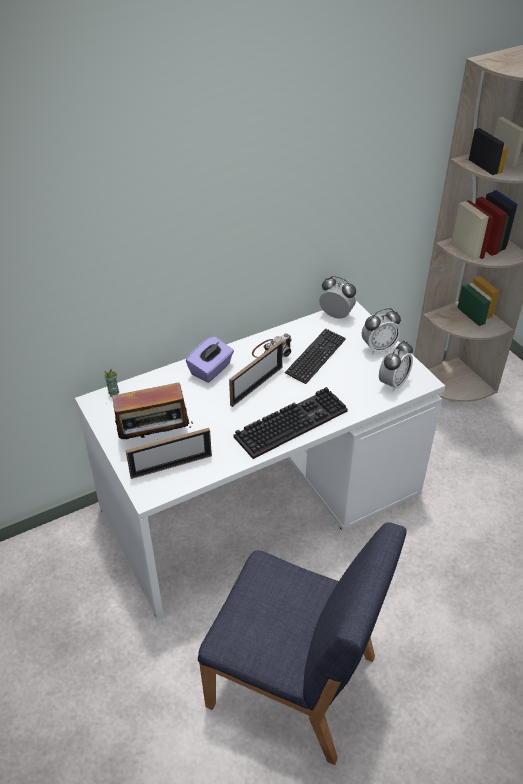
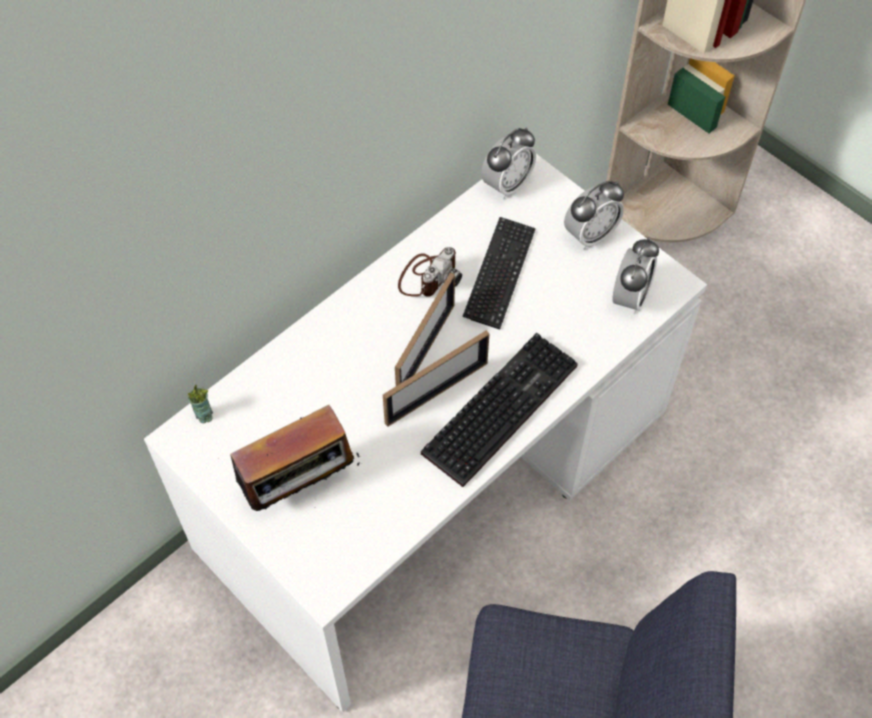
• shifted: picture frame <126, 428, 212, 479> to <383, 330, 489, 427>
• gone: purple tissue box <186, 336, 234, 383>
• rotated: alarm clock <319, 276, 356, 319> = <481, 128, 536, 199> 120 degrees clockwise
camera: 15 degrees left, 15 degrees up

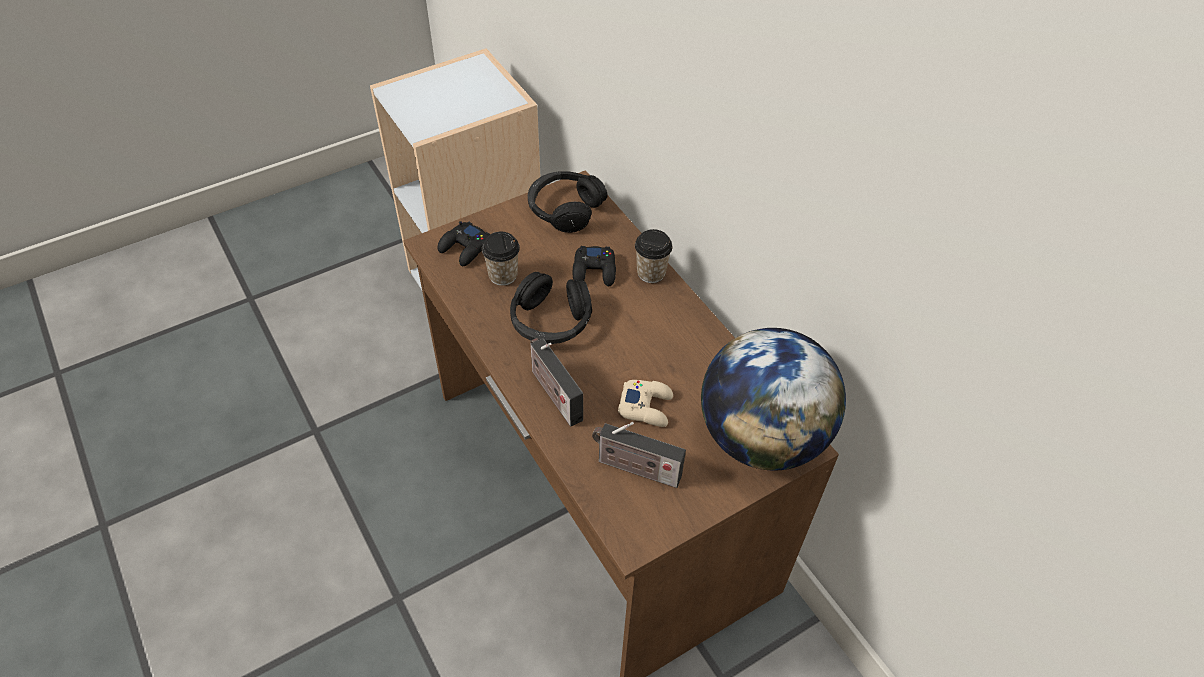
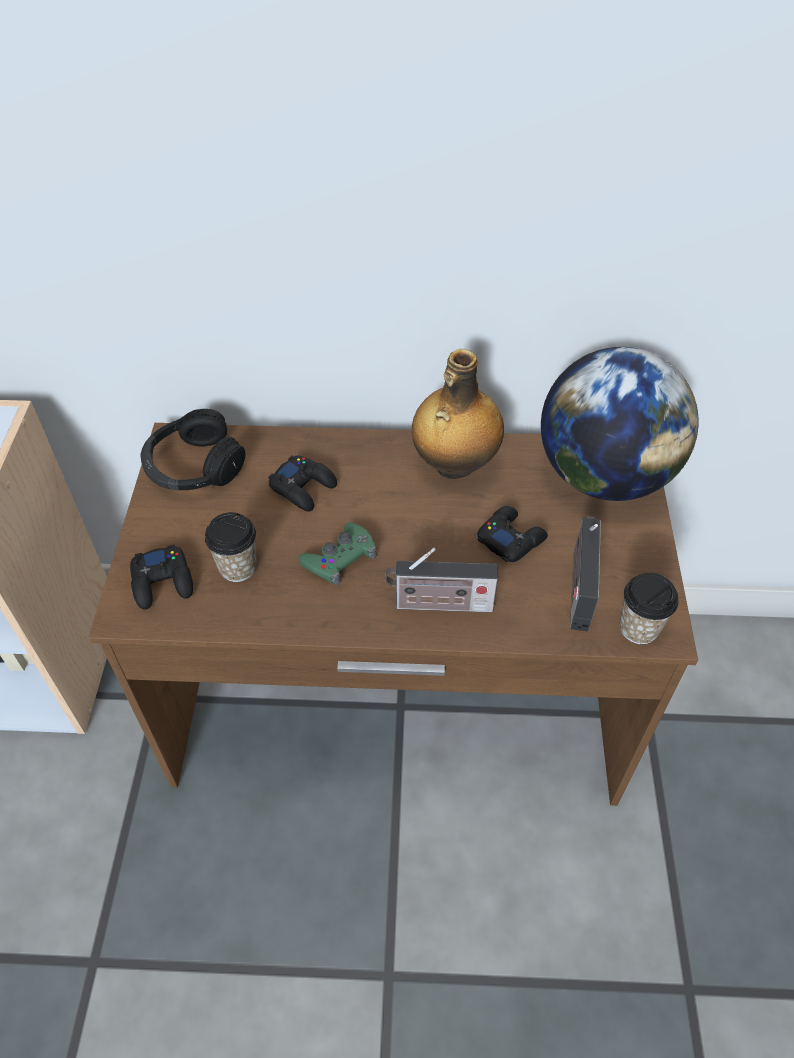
• swapped: black headphones <510, 272, 592, 344> to green game controller <299, 522, 376, 585>
• rotated: radio <592, 422, 686, 488> = <570, 516, 601, 632> 135 degrees clockwise
• repainted: beige game controller <618, 380, 673, 427> to black game controller <477, 506, 548, 562>
• shifted: cup <635, 229, 672, 283> to <619, 573, 678, 644>
• new: bottle <412, 349, 504, 479>
camera: 55 degrees left, 0 degrees up

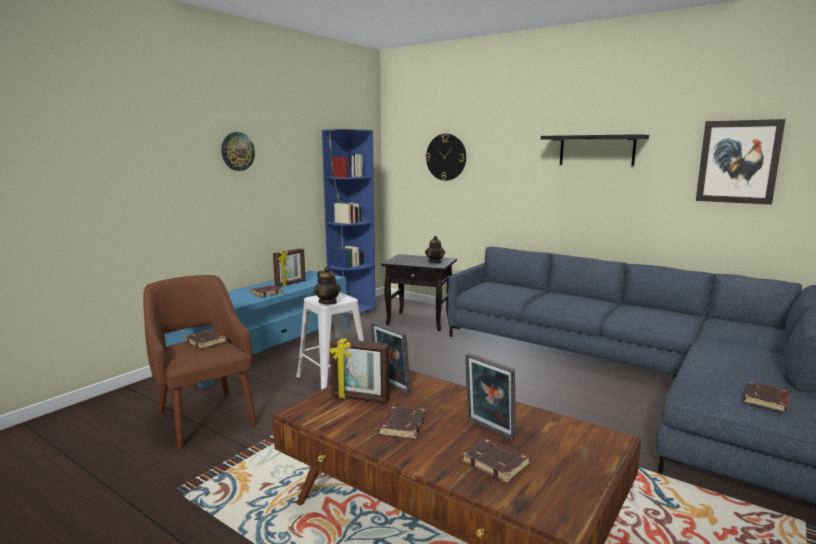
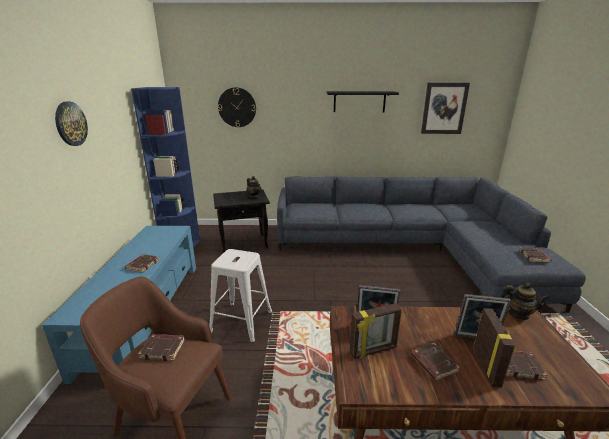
• shifted: picture frame <273, 248, 306, 287> to <474, 308, 516, 388>
• shifted: teapot <314, 267, 341, 304> to <499, 283, 549, 320>
camera: 35 degrees left, 10 degrees up

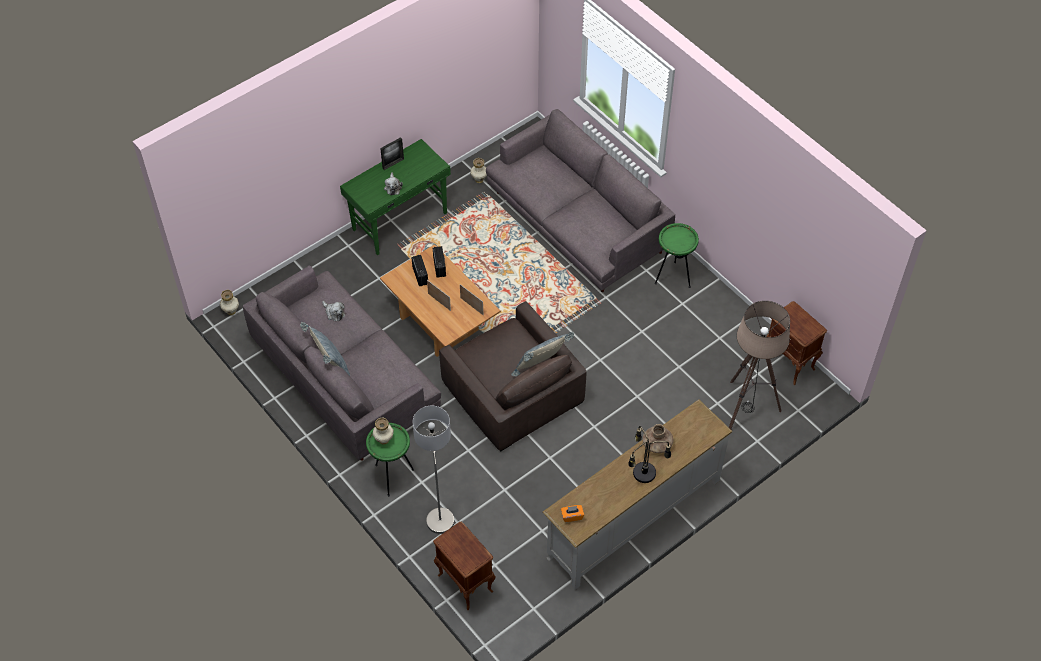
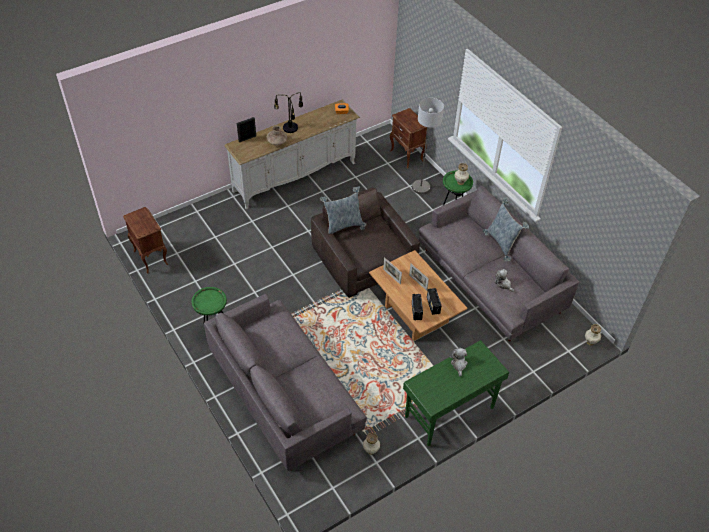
• shifted: picture frame <380, 137, 404, 170> to <237, 117, 256, 142>
• gone: floor lamp <729, 301, 790, 429>
camera: 175 degrees left, 5 degrees down

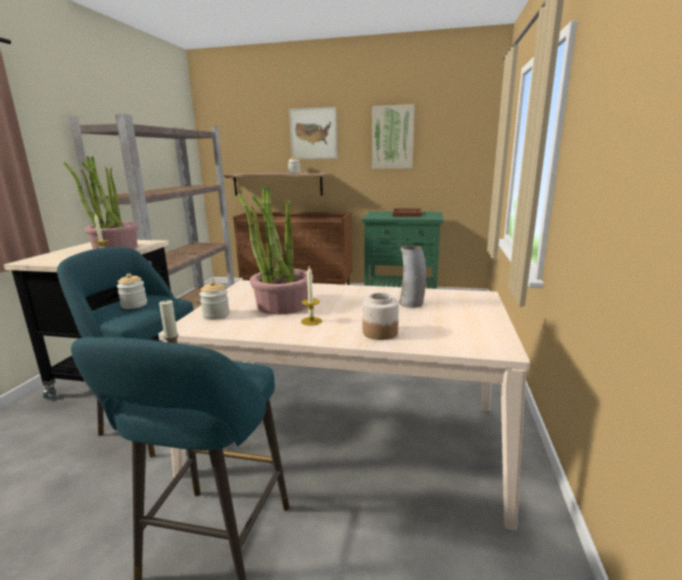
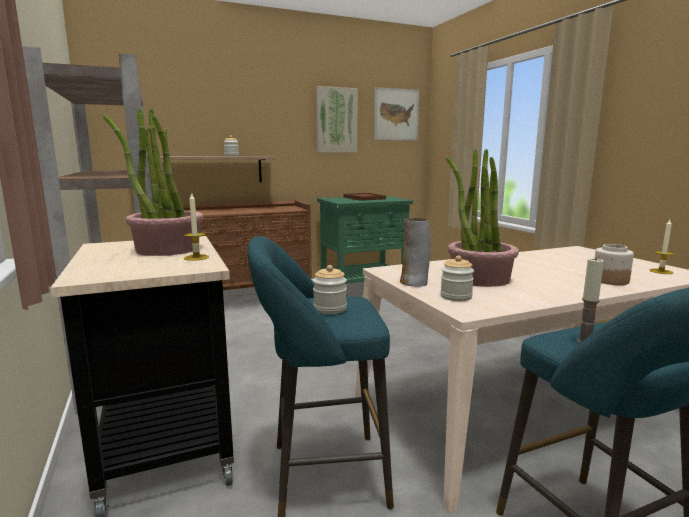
• shifted: picture <289, 107, 337, 159> to <374, 87, 419, 141>
• shifted: candle <301, 267, 322, 326> to <650, 220, 675, 274>
• shifted: vase <399, 245, 426, 308> to <400, 218, 430, 287>
camera: 35 degrees left, 5 degrees down

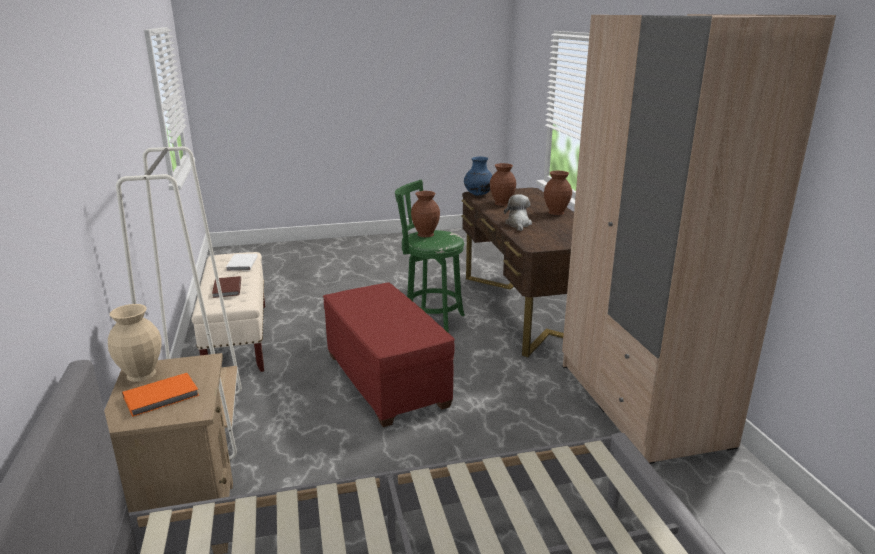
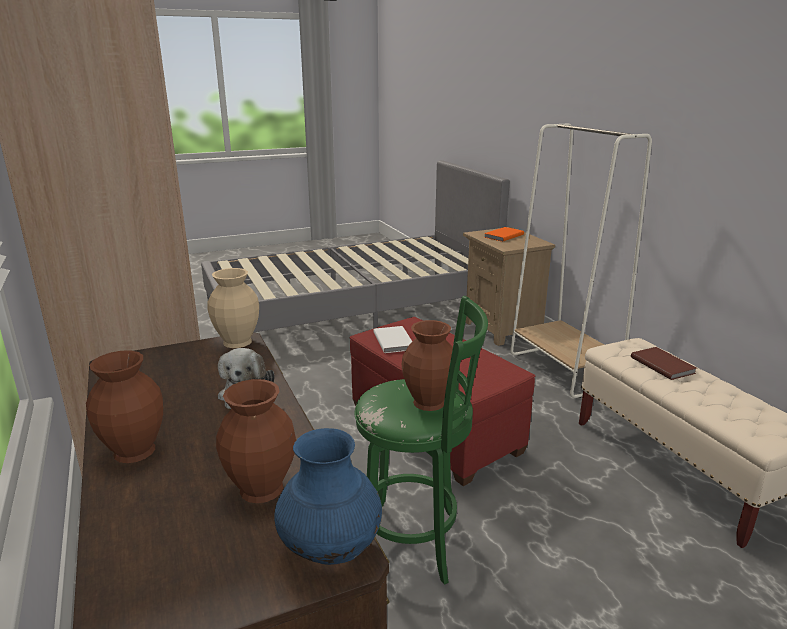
• shifted: beige vase <108, 304, 162, 382> to <208, 268, 259, 348>
• shifted: white book <226, 254, 257, 271> to <373, 326, 412, 353>
camera: 170 degrees right, 0 degrees up

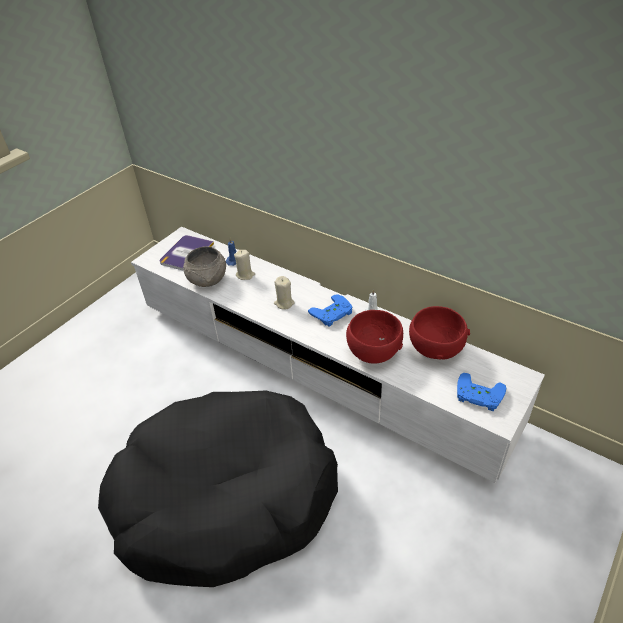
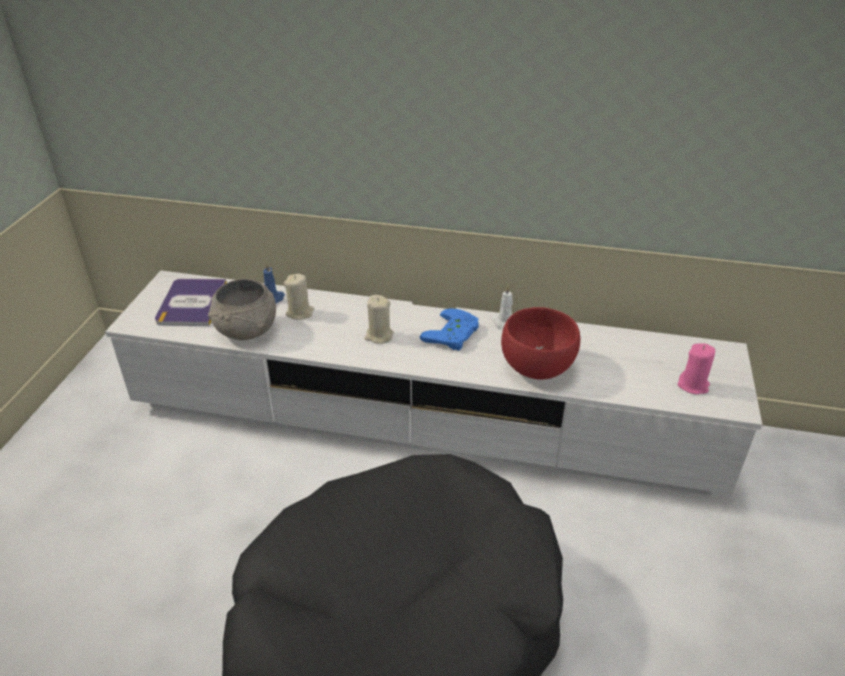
• gone: red bowl <409, 306, 470, 359>
• swapped: blue game controller <457, 373, 506, 411> to pink candle <677, 344, 715, 394>
camera: 25 degrees left, 5 degrees down

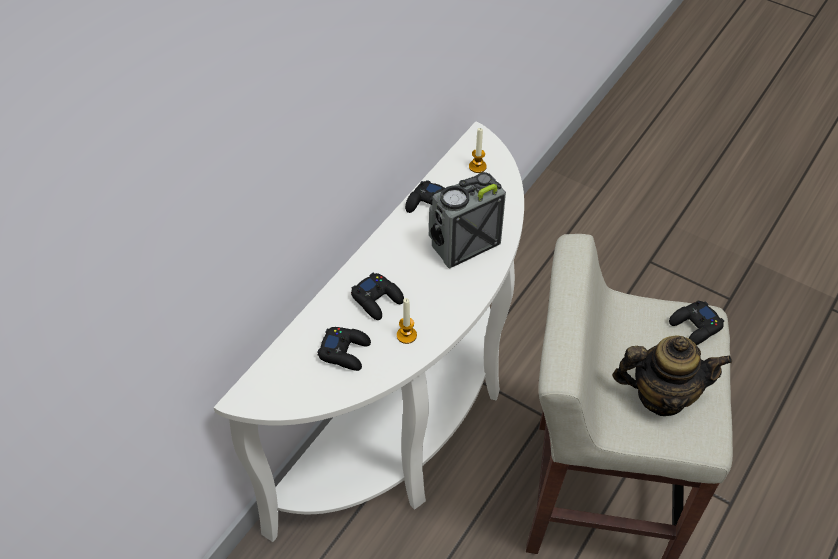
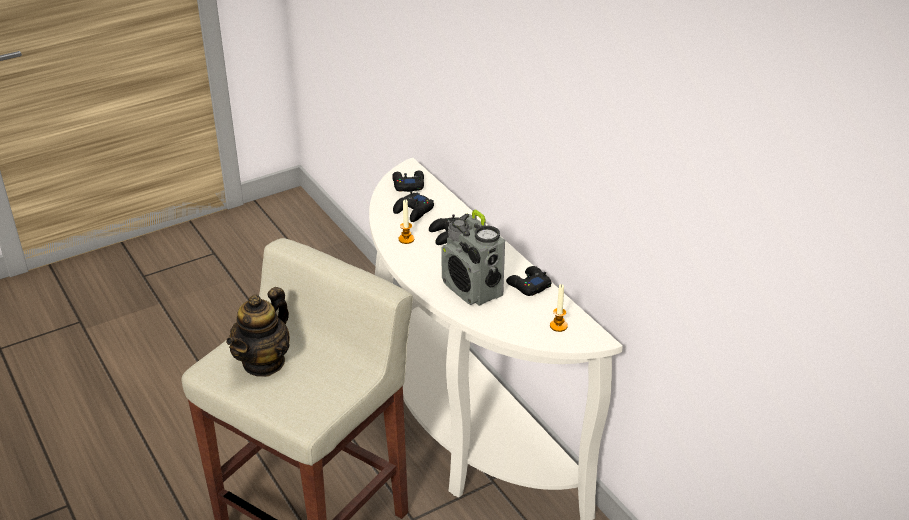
• rotated: radio <429, 172, 506, 268> = <441, 209, 505, 306> 150 degrees clockwise
• shifted: black game controller <669, 300, 724, 345> to <392, 170, 424, 192>
camera: 115 degrees right, 15 degrees down

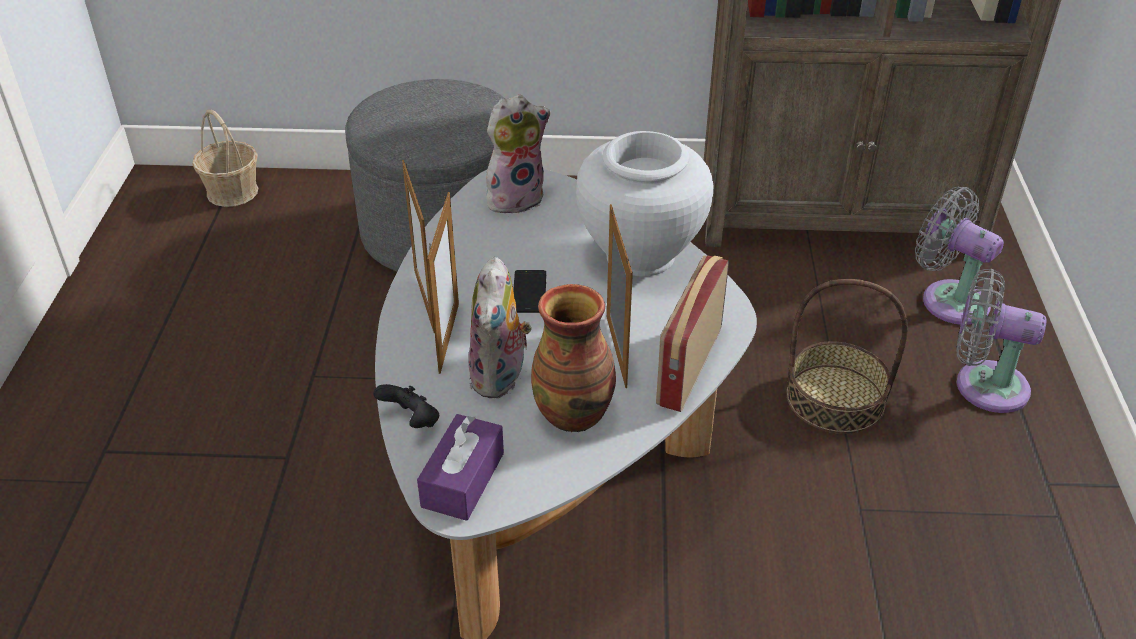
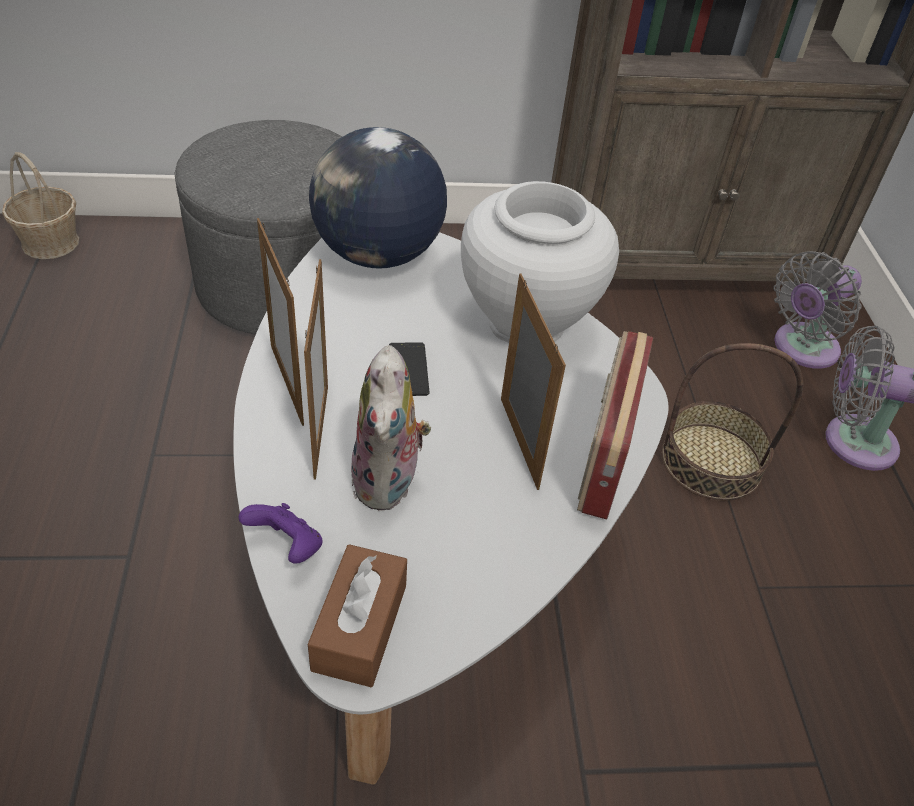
• repainted: black game controller <373, 384, 439, 428> to purple game controller <238, 503, 323, 564>
• repainted: purple tissue box <417, 414, 504, 521> to brown tissue box <308, 544, 407, 687>
• swapped: plush toy <486, 94, 551, 213> to globe <309, 127, 447, 269>
• gone: vase <531, 284, 616, 432>
• rotated: grey fan <915, 187, 1004, 325> = <774, 251, 862, 369> 75 degrees counterclockwise
camera: 10 degrees left, 5 degrees up

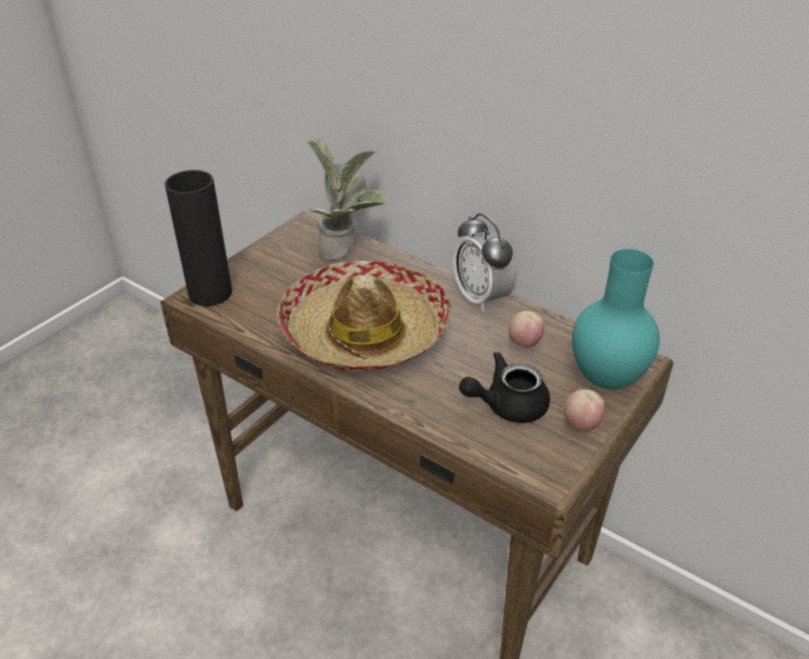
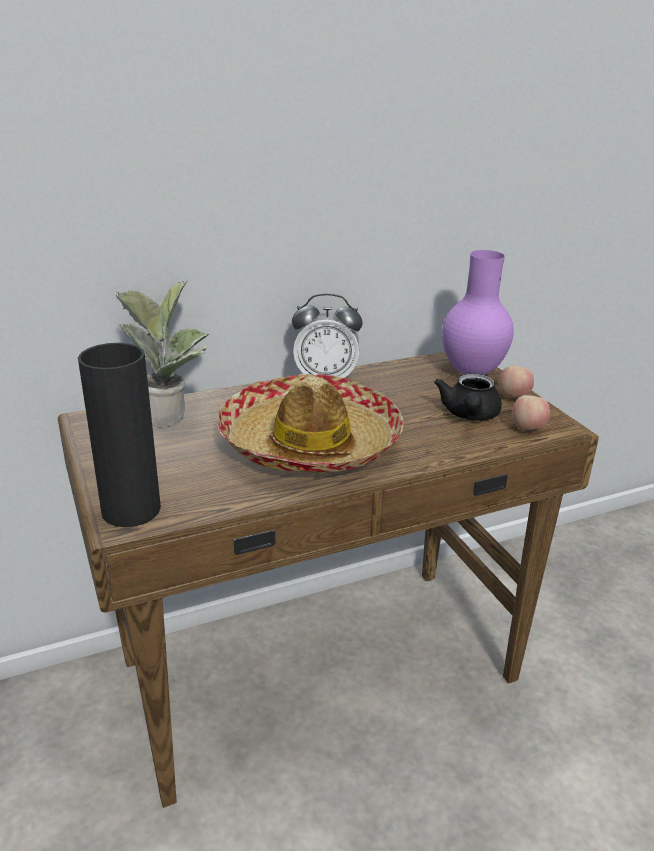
• shifted: apple <509, 311, 544, 347> to <512, 395, 550, 431>
• repainted: turquoise vase <572, 249, 660, 389> to purple vase <442, 250, 514, 375>
camera: 60 degrees left, 10 degrees down

